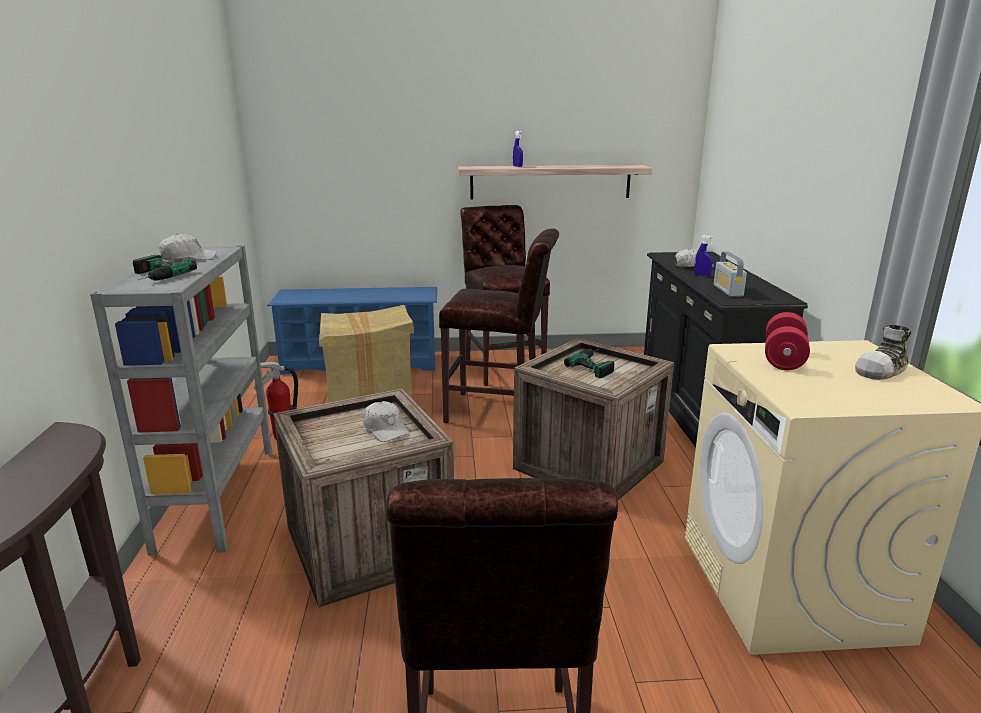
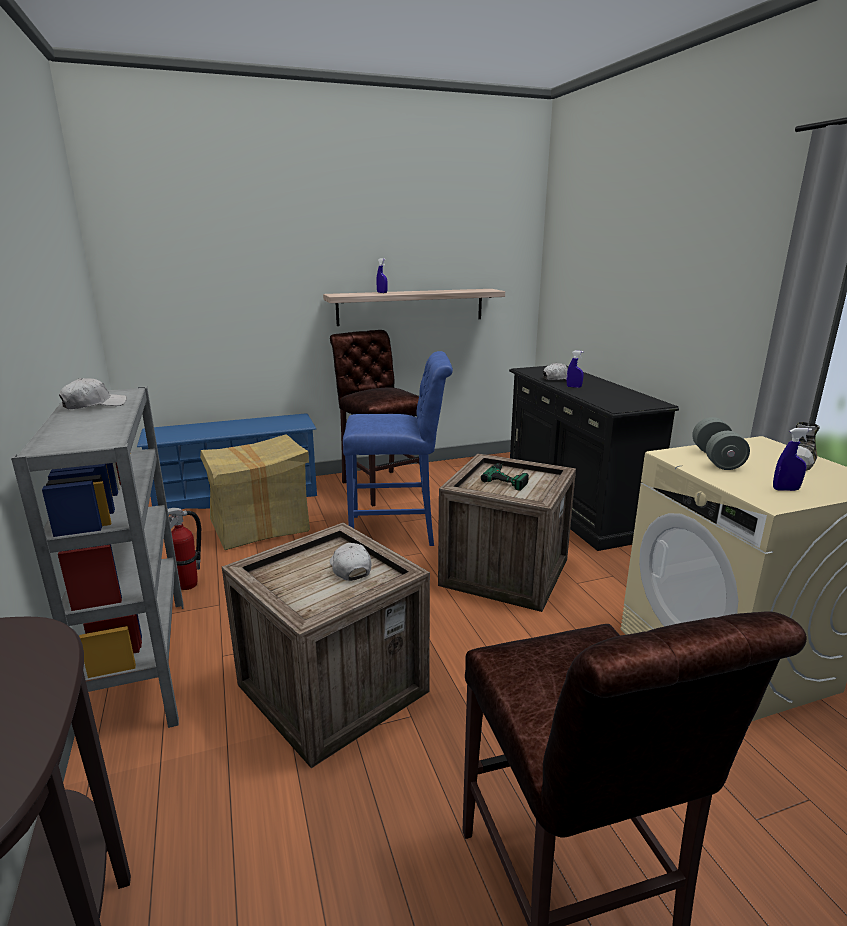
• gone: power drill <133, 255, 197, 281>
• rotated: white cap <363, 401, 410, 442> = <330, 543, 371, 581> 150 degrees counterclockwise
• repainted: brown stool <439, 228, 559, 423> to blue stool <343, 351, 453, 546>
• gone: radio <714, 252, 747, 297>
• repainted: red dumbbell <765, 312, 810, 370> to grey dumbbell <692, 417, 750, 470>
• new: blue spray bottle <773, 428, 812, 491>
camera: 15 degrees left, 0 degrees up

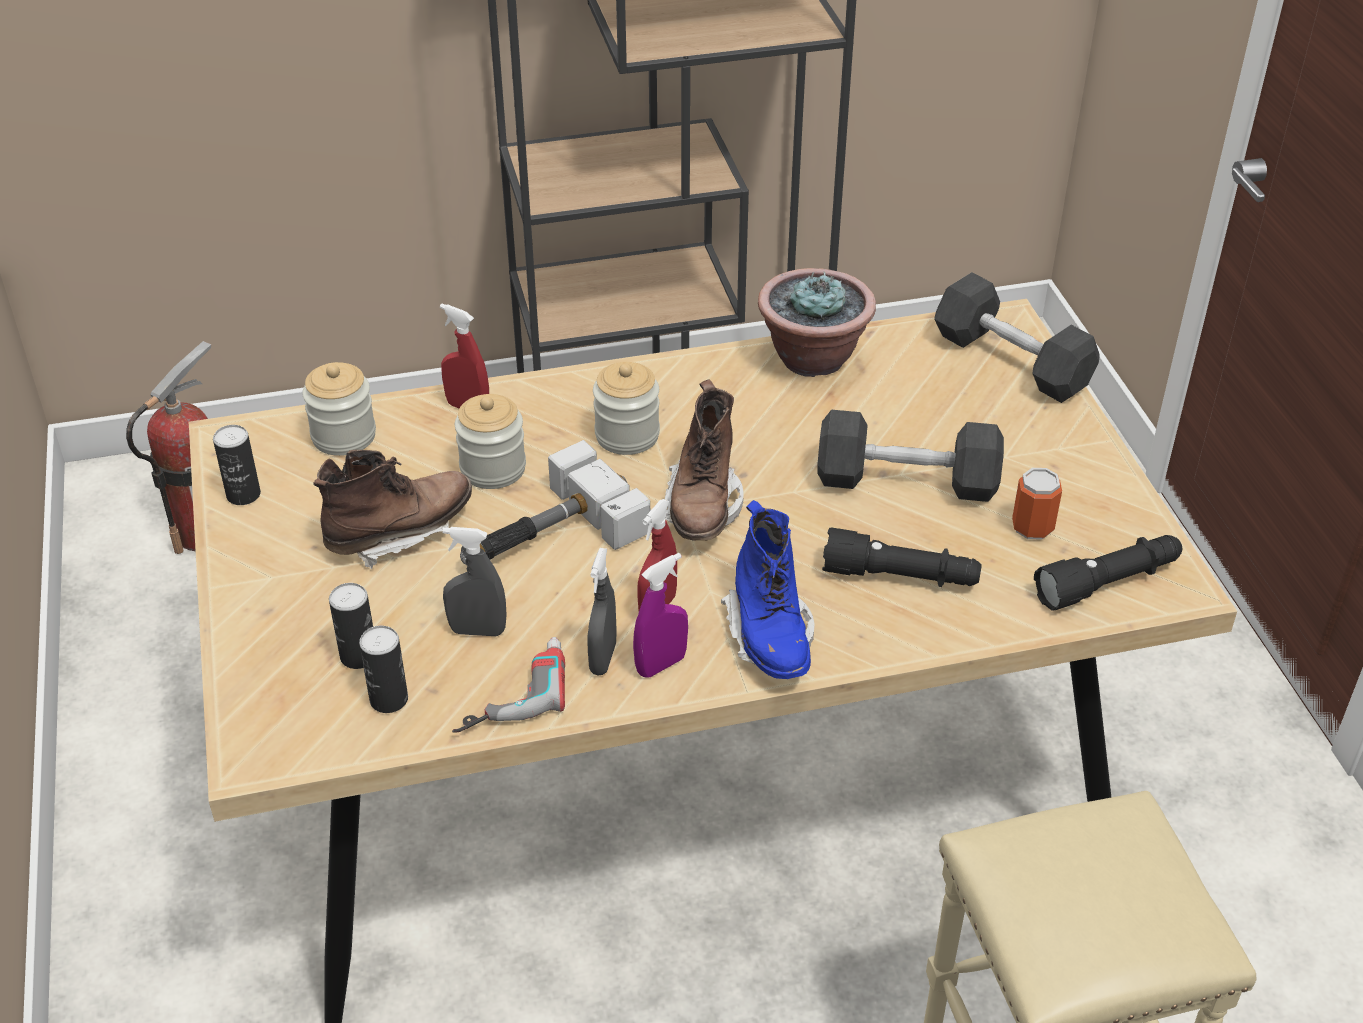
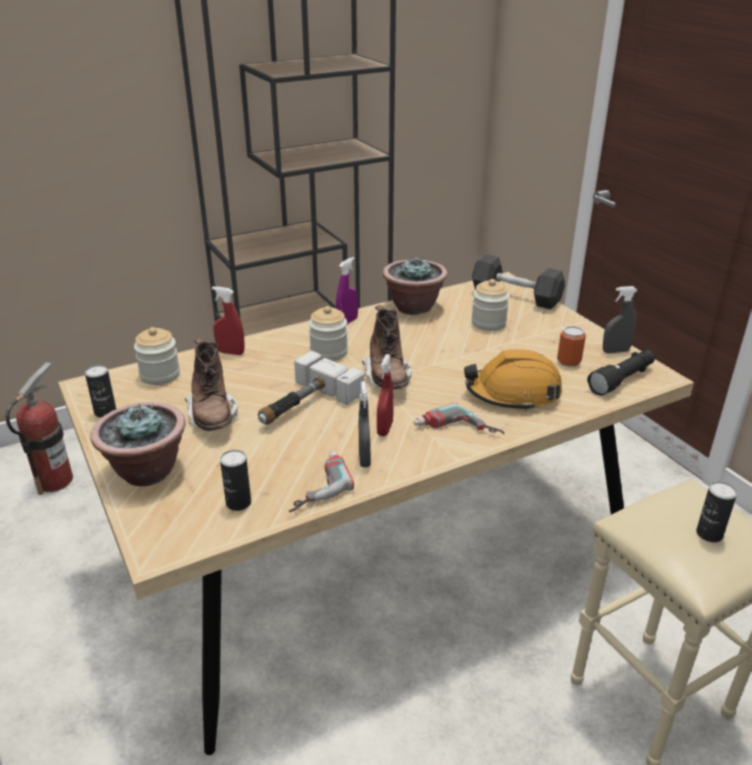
• rotated: brown boot <313, 450, 472, 570> = <185, 338, 238, 431> 120 degrees clockwise
• shifted: can <329, 583, 373, 669> to <696, 481, 737, 542>
• shifted: grey spray bottle <442, 527, 507, 636> to <603, 286, 638, 353>
• shifted: jar <455, 394, 526, 489> to <471, 279, 509, 331>
• shifted: purple spray bottle <633, 553, 688, 677> to <336, 257, 358, 324>
• swapped: blue boot <721, 500, 815, 679> to power drill <414, 402, 505, 434>
• gone: grey dumbbell <817, 410, 1004, 502>
• swapped: black flashlight <822, 528, 982, 587> to orange hard hat <464, 349, 562, 412>
• new: potted plant <90, 402, 186, 486>
camera: 15 degrees left, 10 degrees down

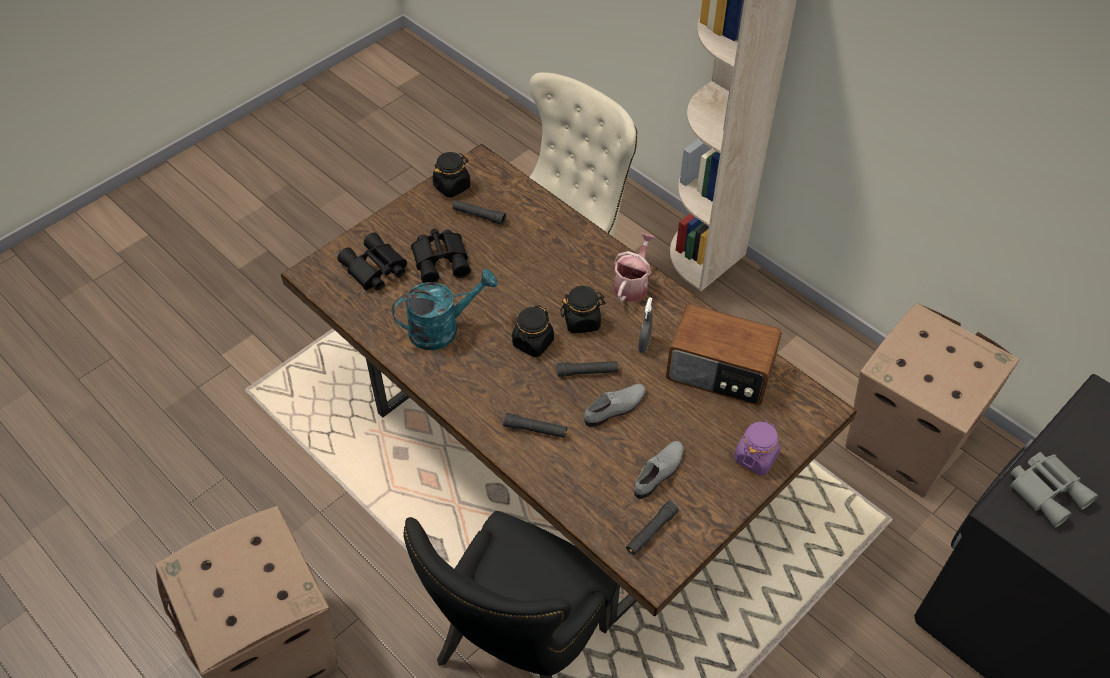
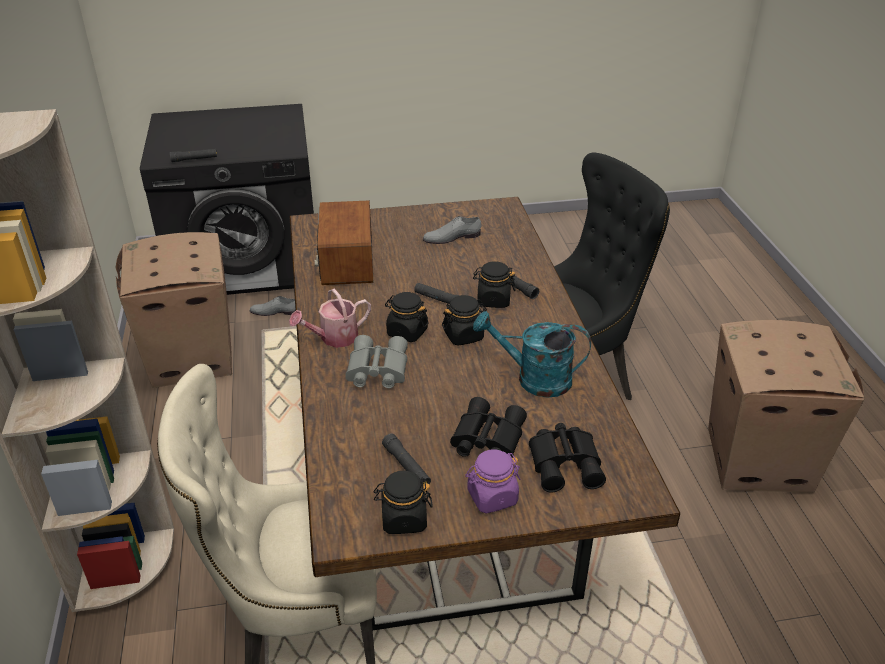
• shifted: grey shoe <584, 384, 646, 427> to <250, 296, 296, 316>
• shifted: black flashlight <626, 501, 679, 555> to <170, 149, 217, 162>
• gone: grey spray bottle <638, 297, 653, 353>
• rotated: radio <666, 304, 782, 406> = <314, 200, 373, 285> 150 degrees counterclockwise
• shifted: purple jar <734, 420, 781, 475> to <465, 449, 521, 513>
• shifted: grey binoculars <1010, 452, 1098, 528> to <345, 335, 408, 388>
• new: black jar <473, 261, 516, 308>
camera: 145 degrees left, 15 degrees down

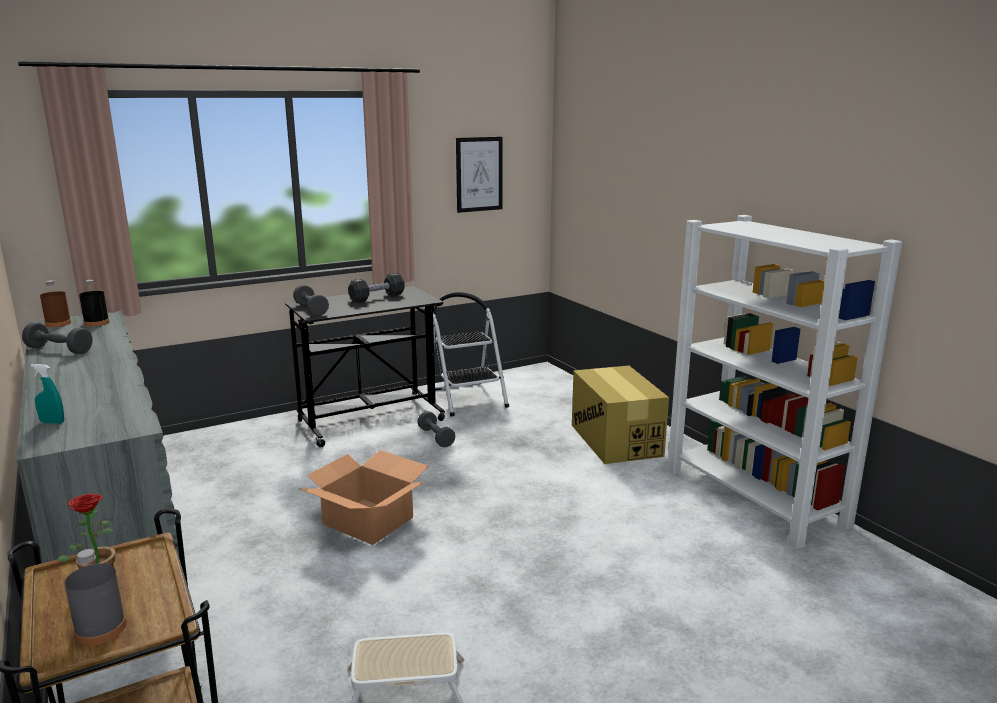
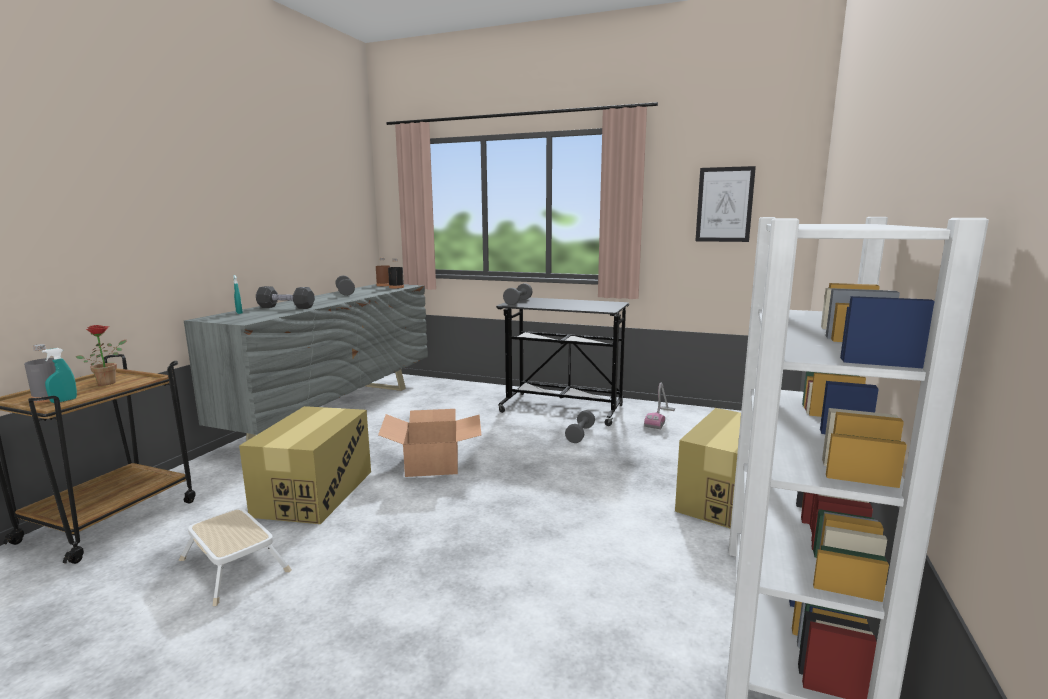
• shifted: black dumbbell <348, 273, 405, 303> to <256, 286, 315, 309>
• swapped: step ladder <433, 292, 509, 416> to vacuum cleaner <644, 382, 675, 430>
• new: turquoise spray bottle <42, 348, 77, 403>
• new: cardboard box <239, 406, 371, 524>
camera: 50 degrees right, 5 degrees down

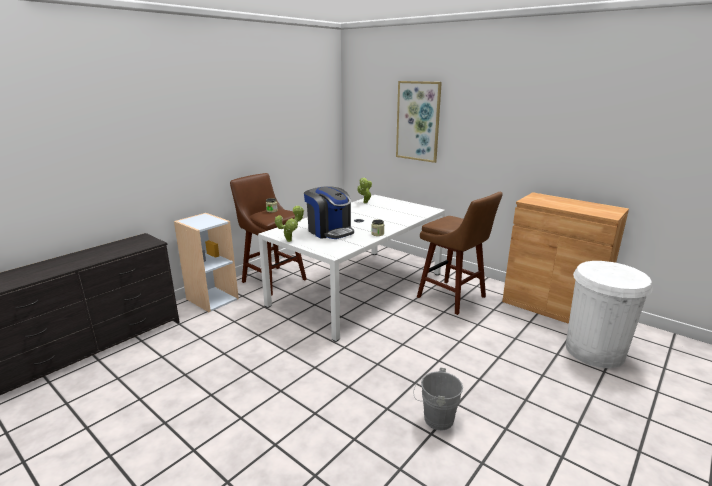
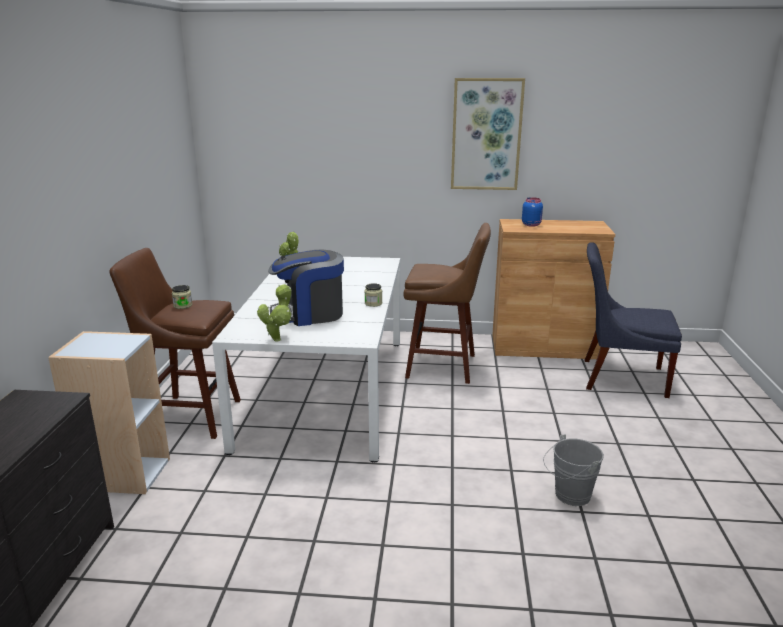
• rotated: coffee machine <304, 186, 354, 239> = <268, 250, 344, 326> 150 degrees clockwise
• shifted: picture <396, 81, 442, 163> to <451, 78, 525, 190>
• swapped: white trash can <566, 261, 653, 368> to blue chair <585, 242, 682, 398>
• new: blue jar <522, 197, 543, 227>
camera: 35 degrees left, 0 degrees up

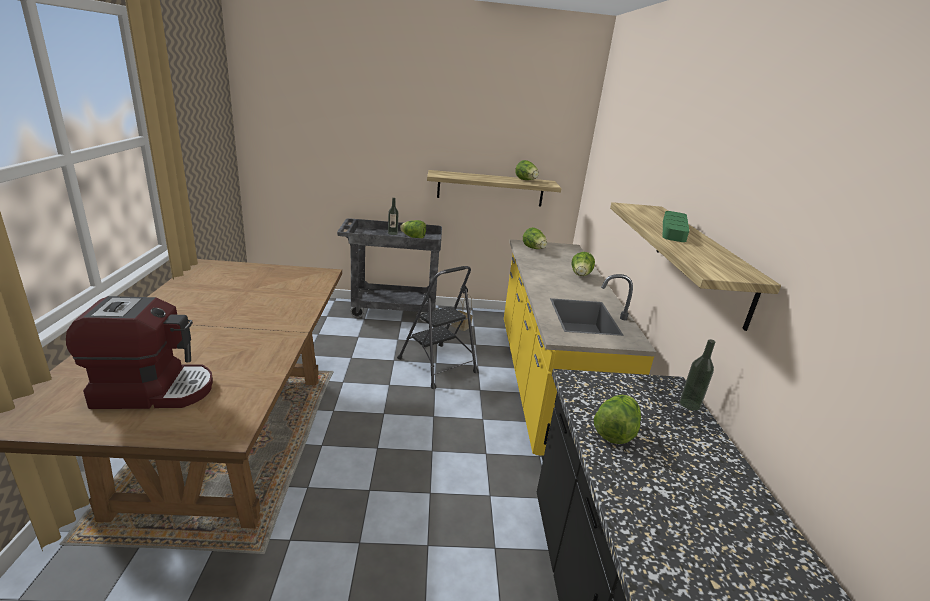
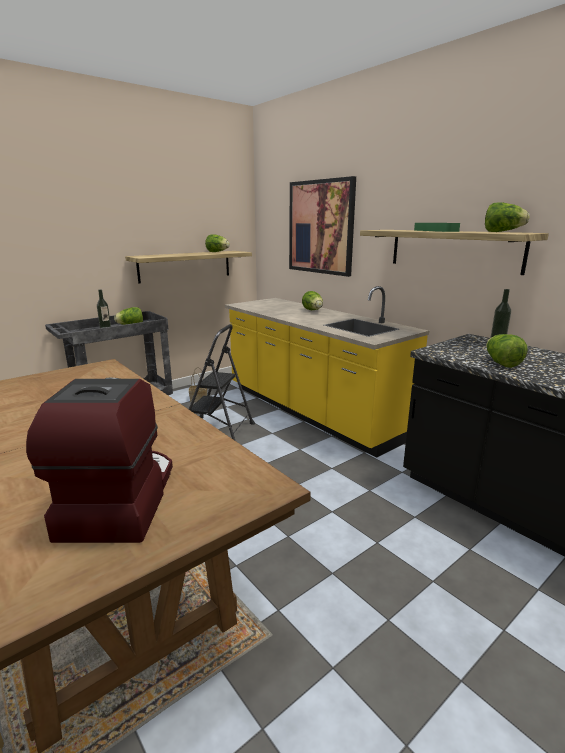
• rotated: coffee machine <66, 296, 213, 409> = <26, 378, 173, 543> 45 degrees counterclockwise
• shifted: lettuce <523, 227, 547, 249> to <485, 202, 530, 232>
• new: picture <289, 176, 356, 277>
camera: 35 degrees left, 5 degrees down

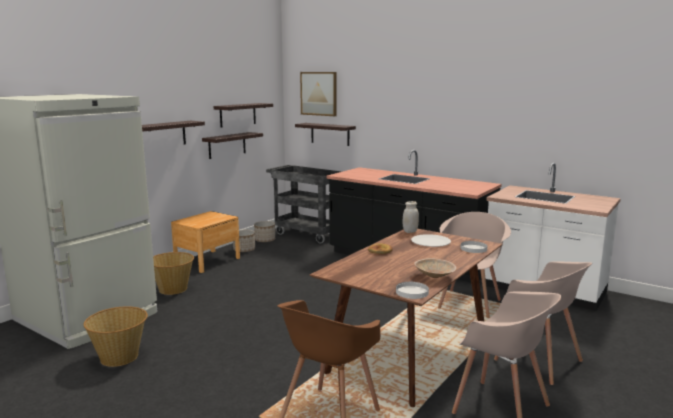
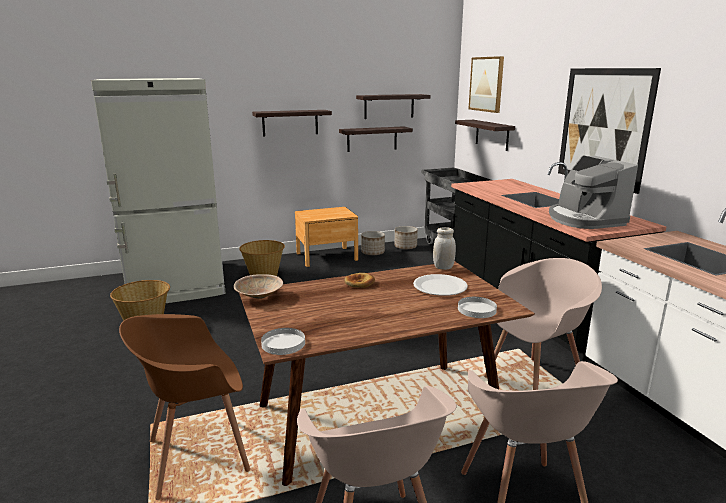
• shifted: beige bowl <414, 258, 457, 278> to <234, 274, 283, 299>
• new: coffee machine <549, 155, 638, 229>
• new: picture <558, 68, 661, 194>
camera: 35 degrees right, 5 degrees up

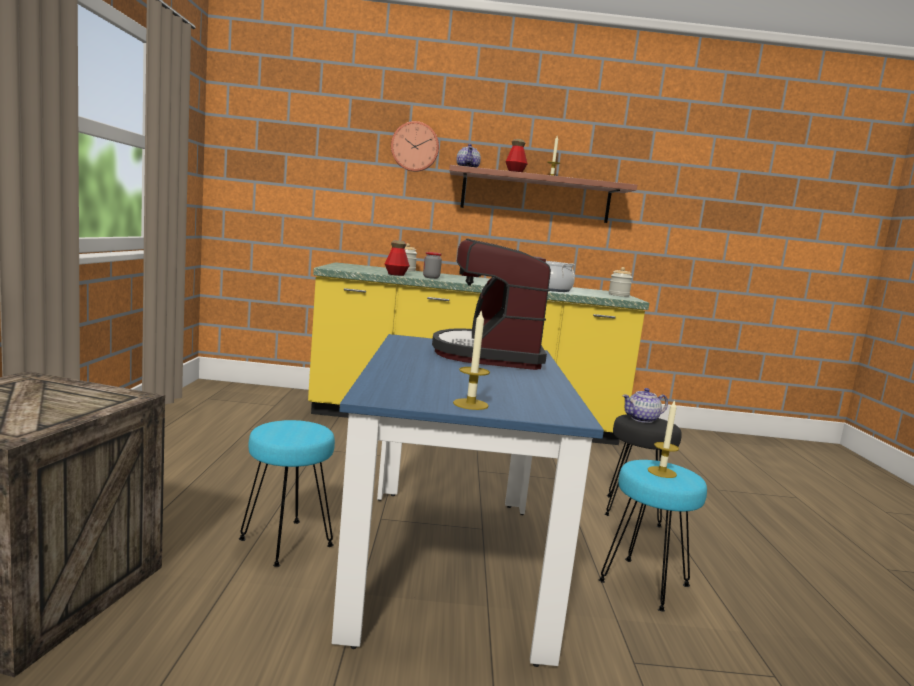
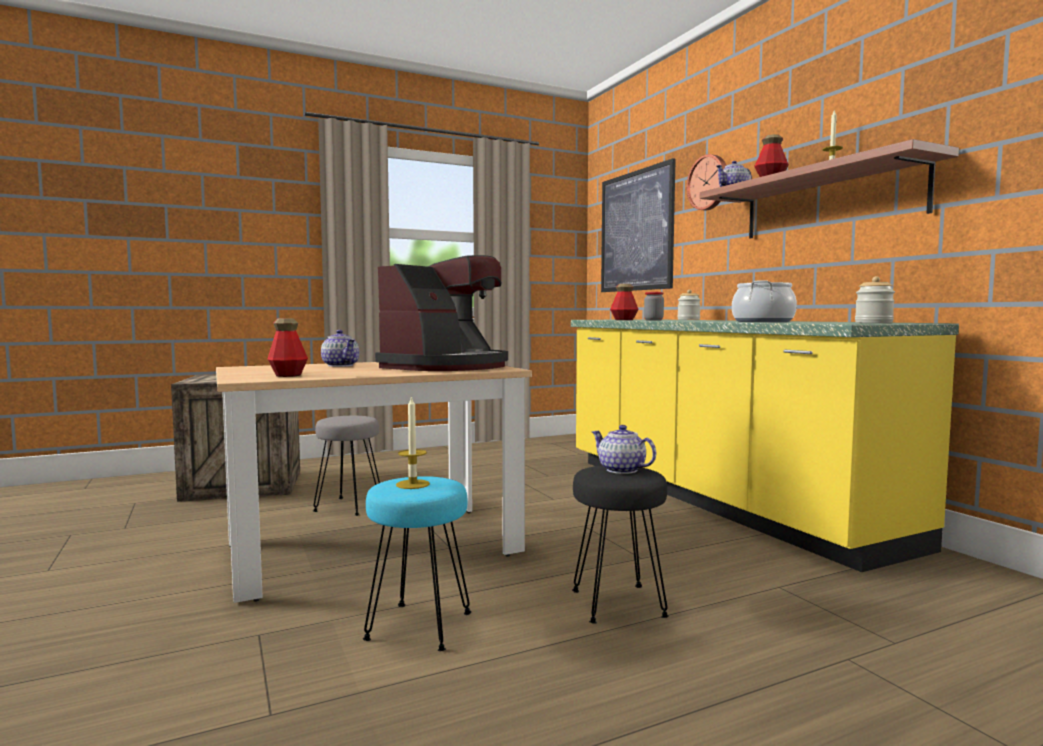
• repainted: turquoise stool <239, 420, 335, 567> to grey stool <313, 416, 380, 516>
• repainted: blue dining table <332, 334, 604, 667> to beige dining table <216, 362, 532, 603>
• rotated: coffee machine <432, 238, 551, 370> = <375, 255, 508, 371> 150 degrees clockwise
• gone: candle <453, 309, 490, 410>
• new: bottle <268, 318, 308, 377>
• new: teapot <321, 330, 359, 367>
• new: picture <601, 158, 676, 292>
camera: 65 degrees right, 5 degrees down

